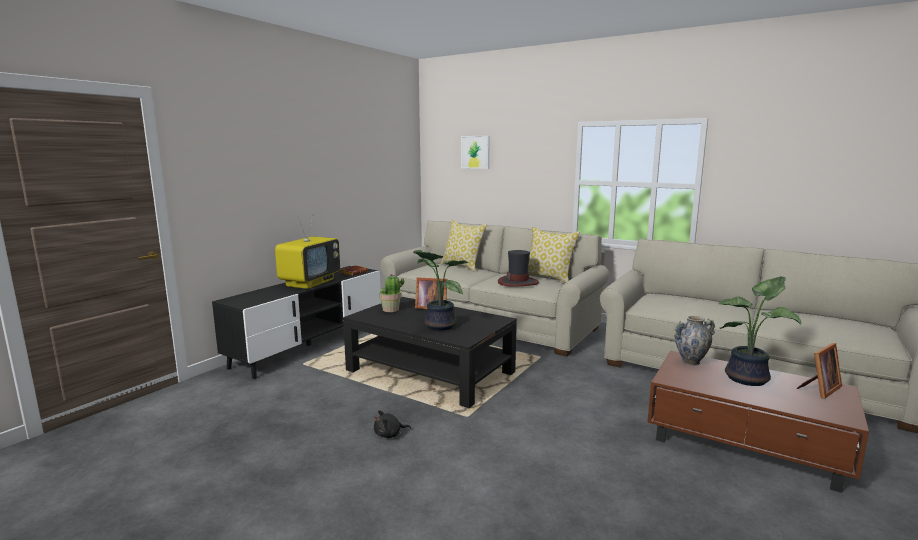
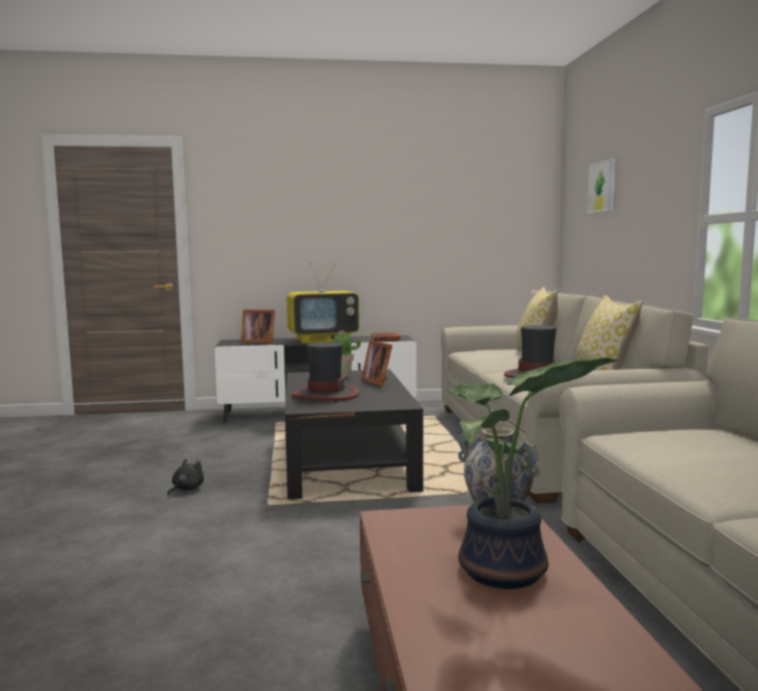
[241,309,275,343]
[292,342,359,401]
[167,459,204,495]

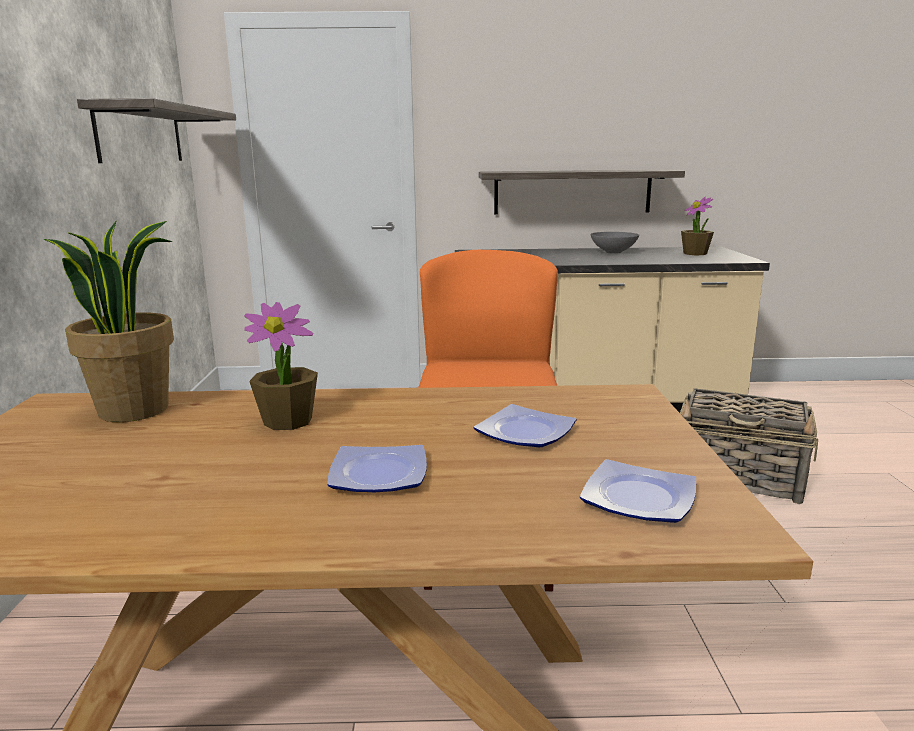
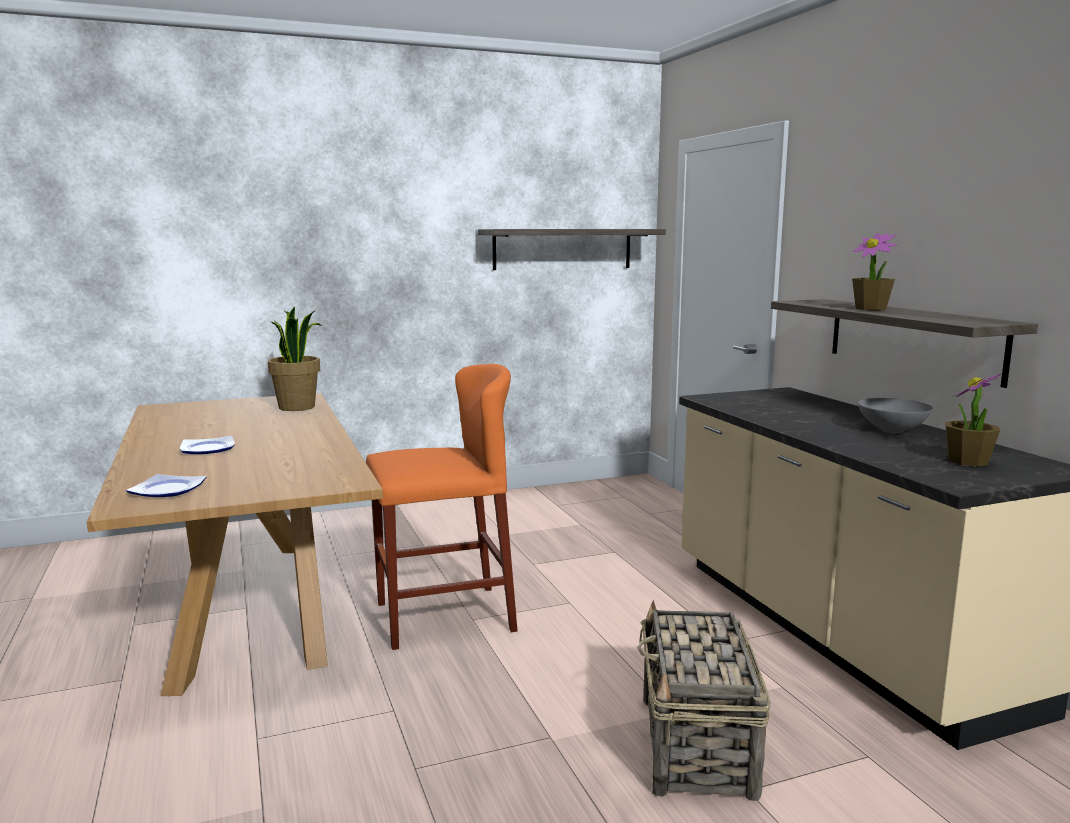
[473,404,577,447] (first image)
[852,233,897,311]

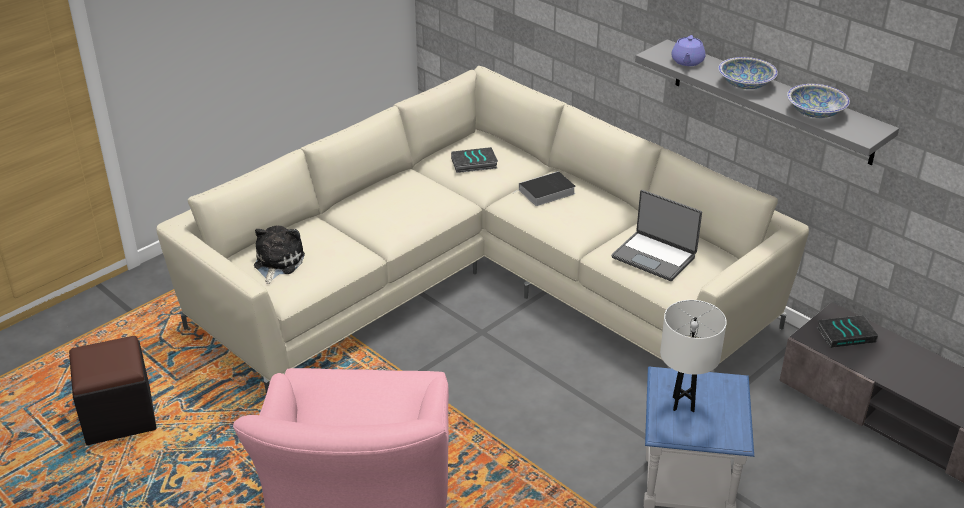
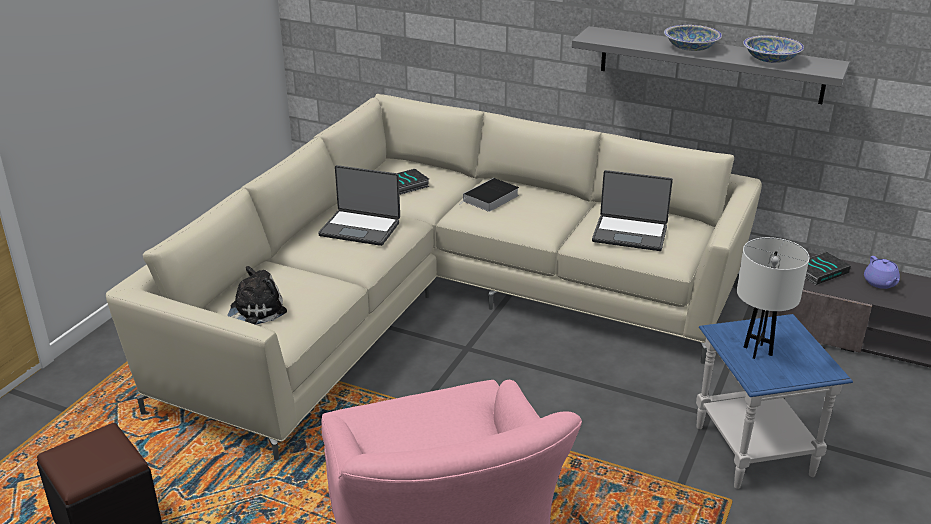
[318,165,400,246]
[864,256,900,289]
[227,266,287,325]

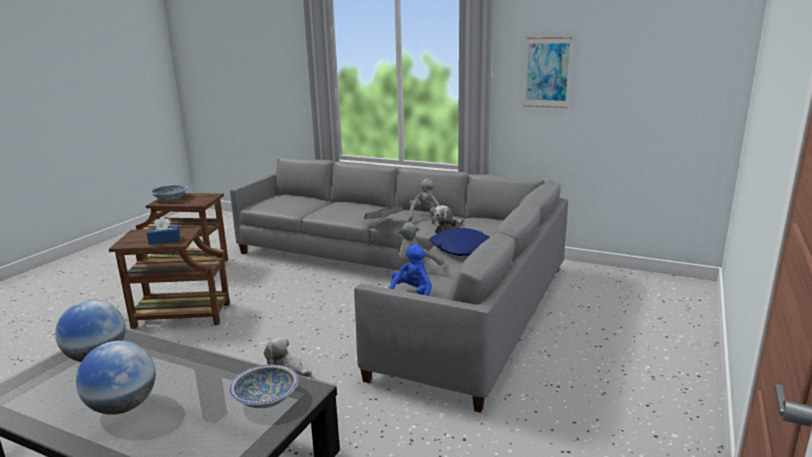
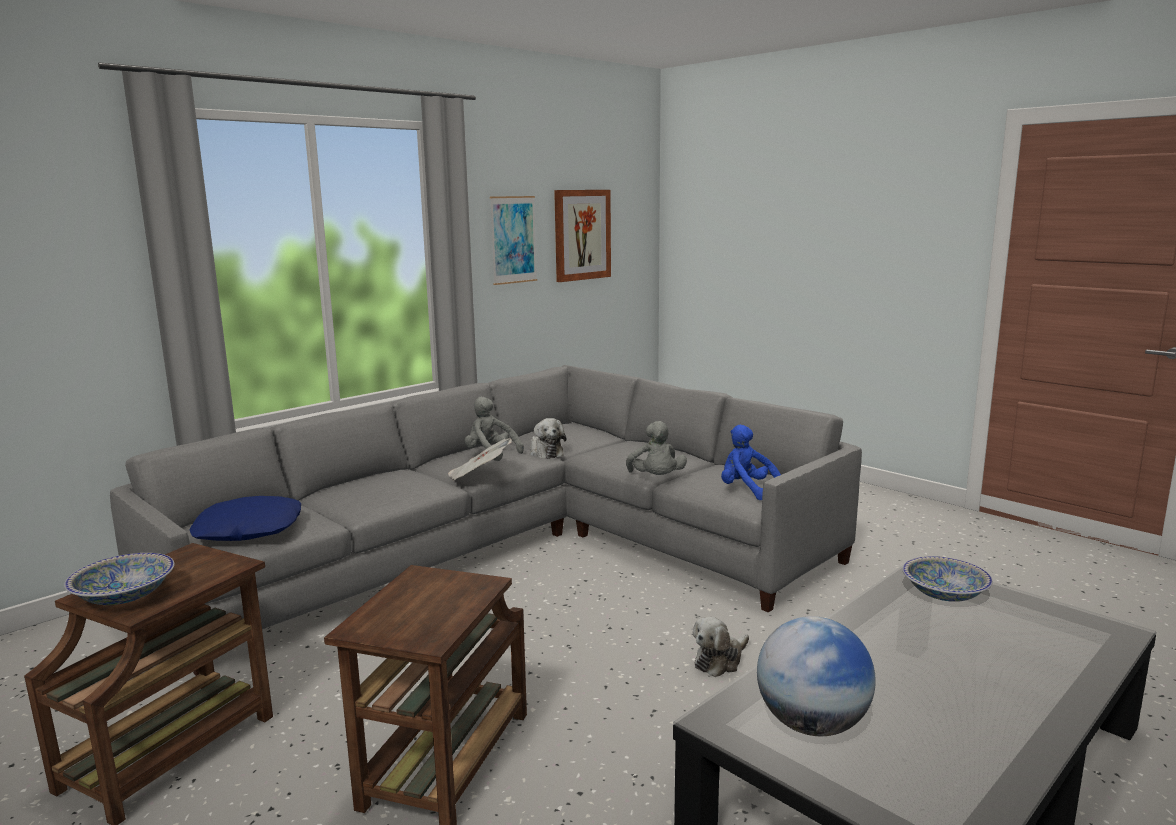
[76,341,156,415] (first image)
[147,217,180,245] (first image)
[554,190,611,282]
[189,496,301,541]

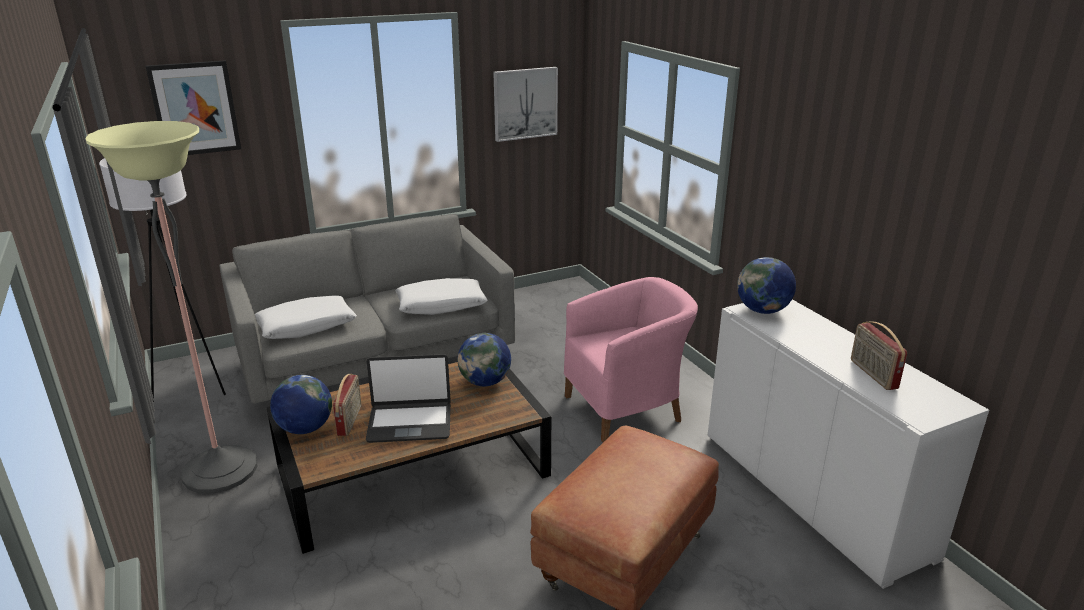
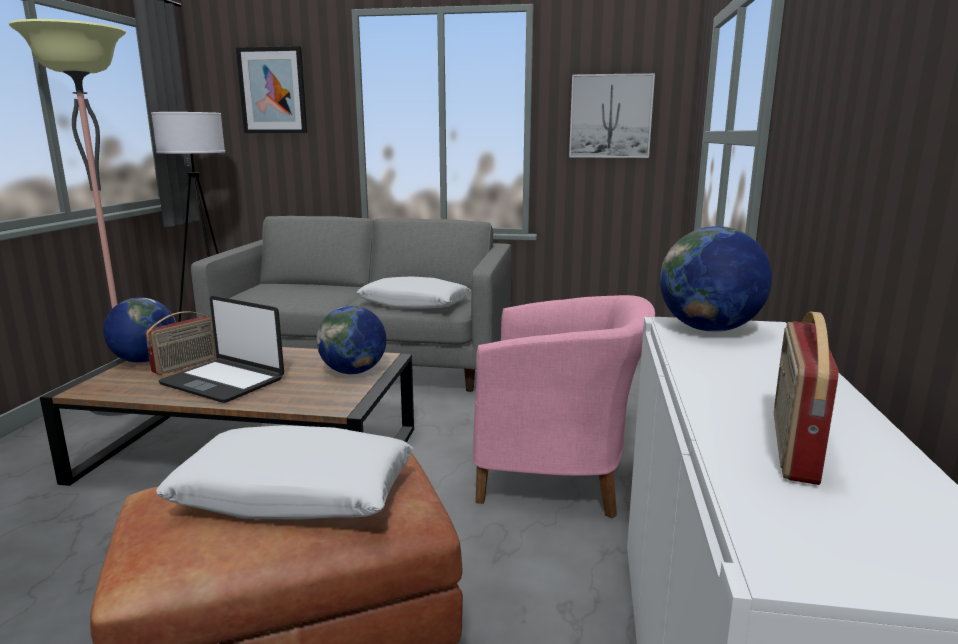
[156,425,413,520]

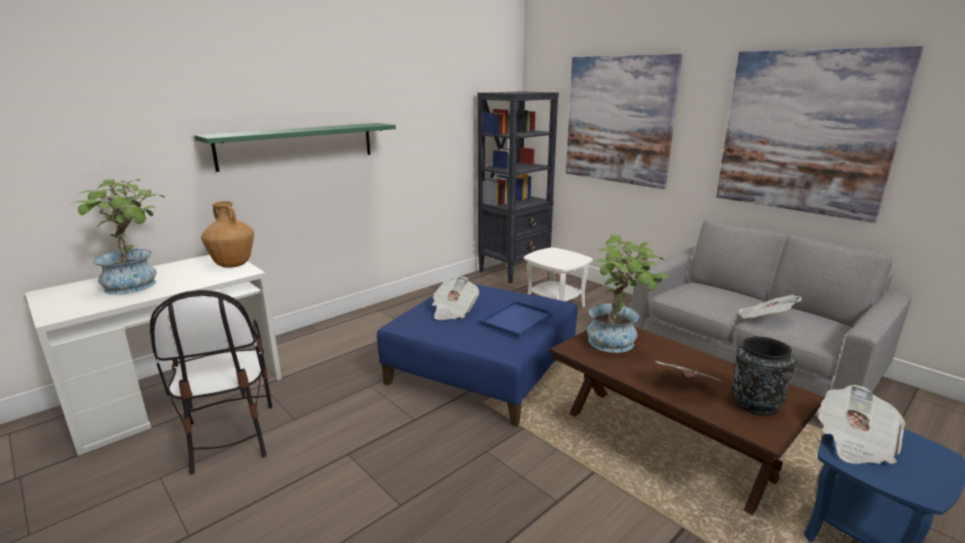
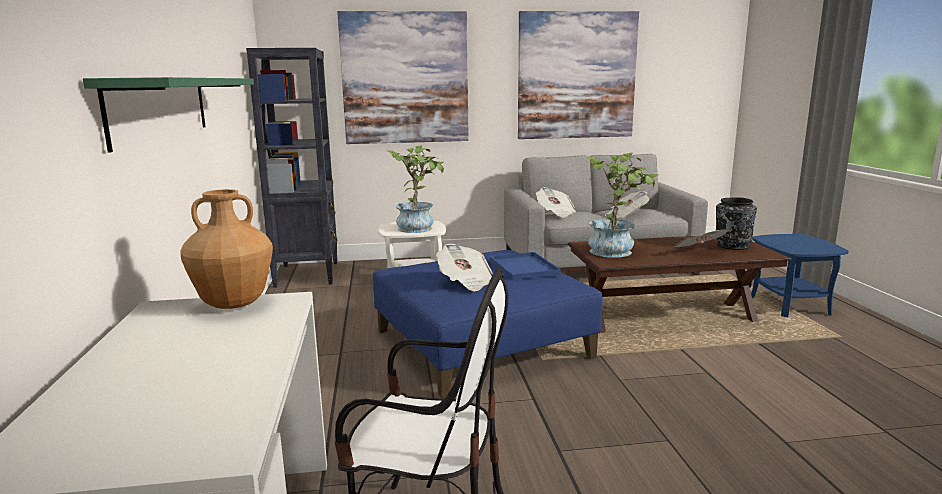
[387,145,444,233]
[536,187,576,218]

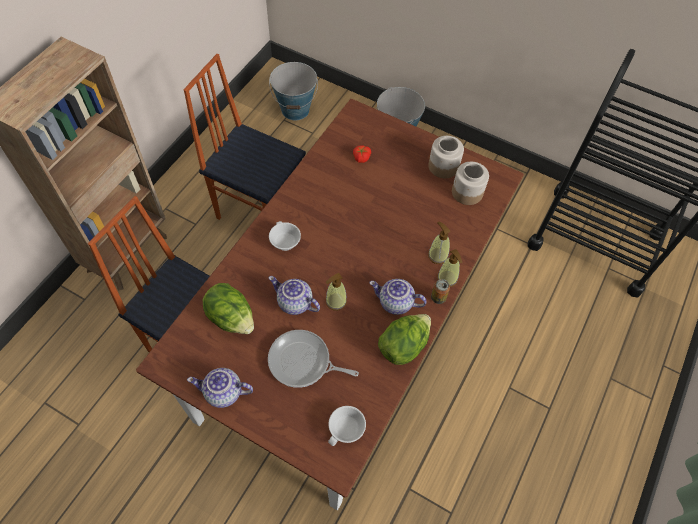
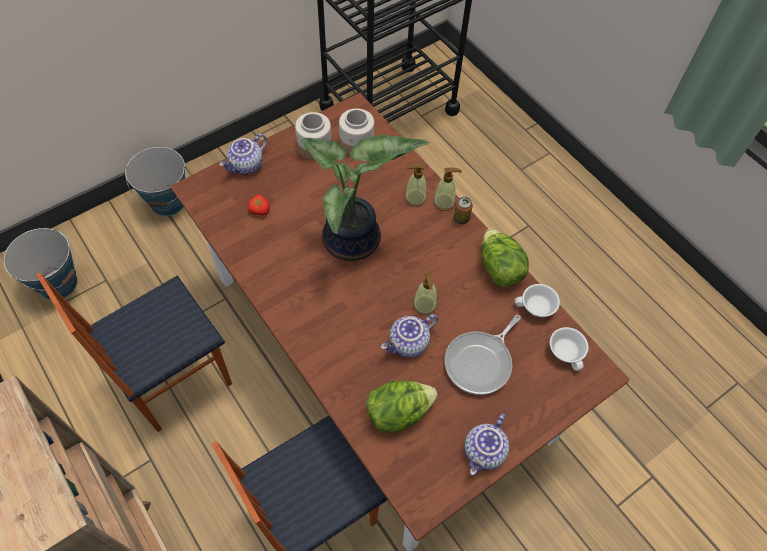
[301,135,429,261]
[515,284,560,317]
[219,133,267,174]

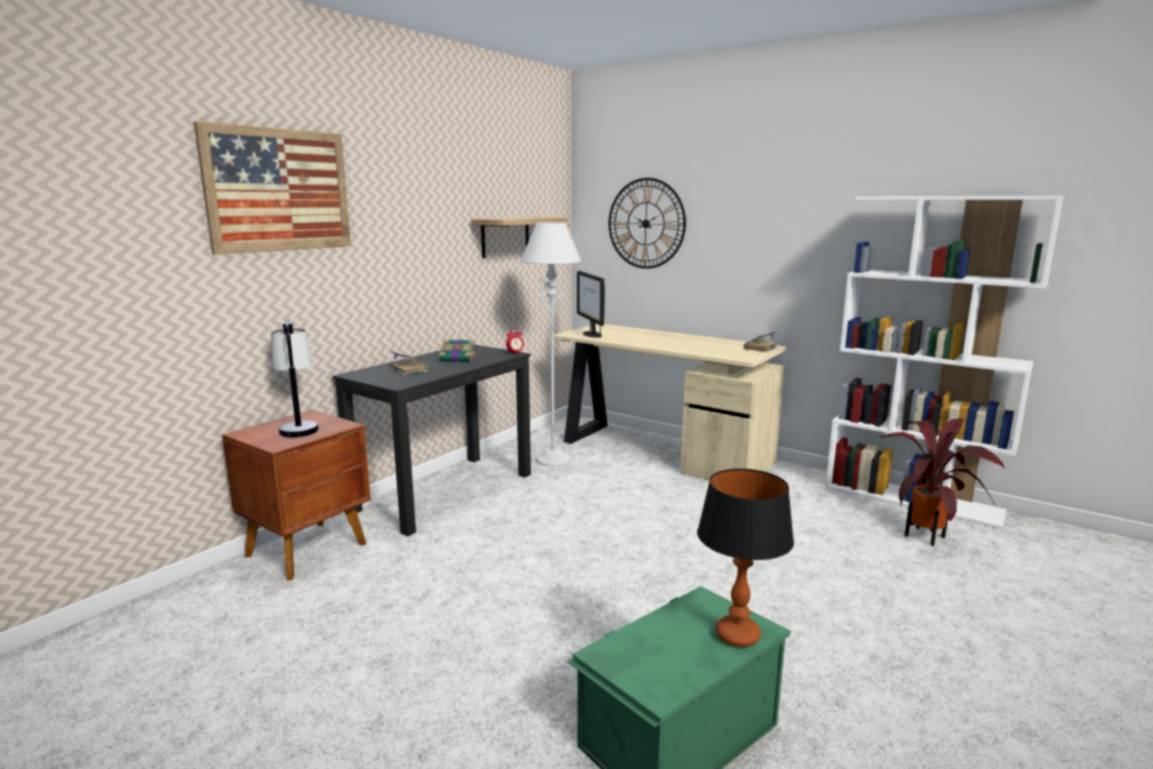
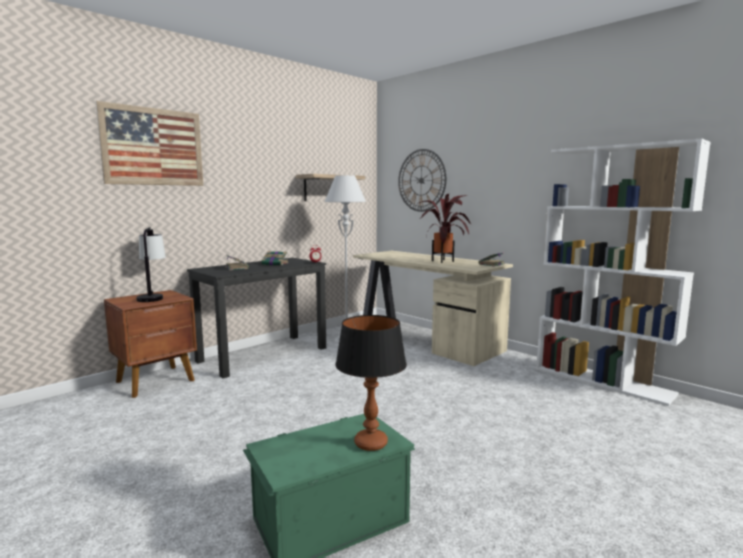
[577,271,605,337] (first image)
[417,194,472,263]

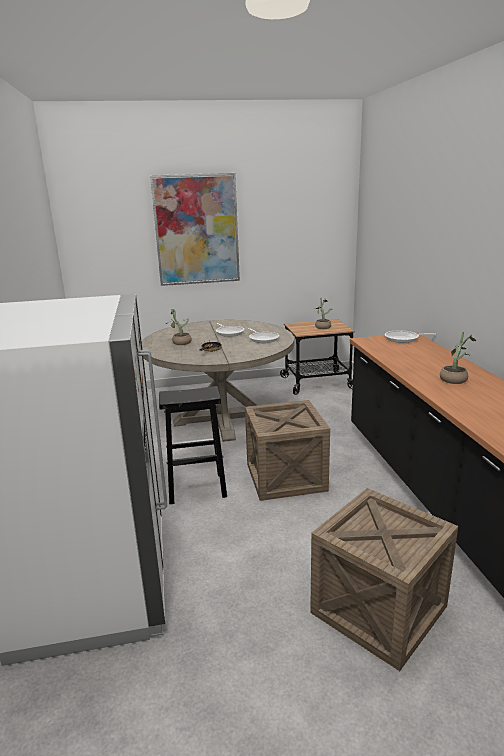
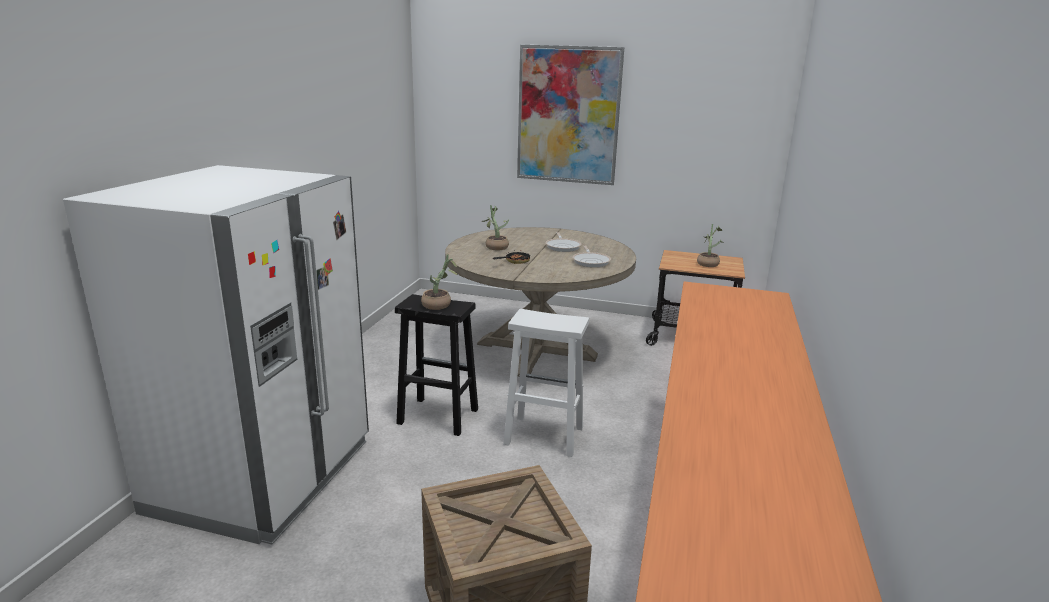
[385,331,437,343] (first image)
[421,254,458,310]
[503,309,589,457]

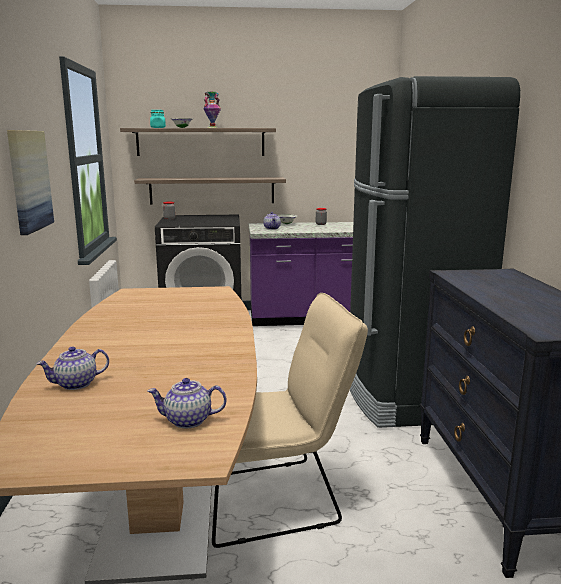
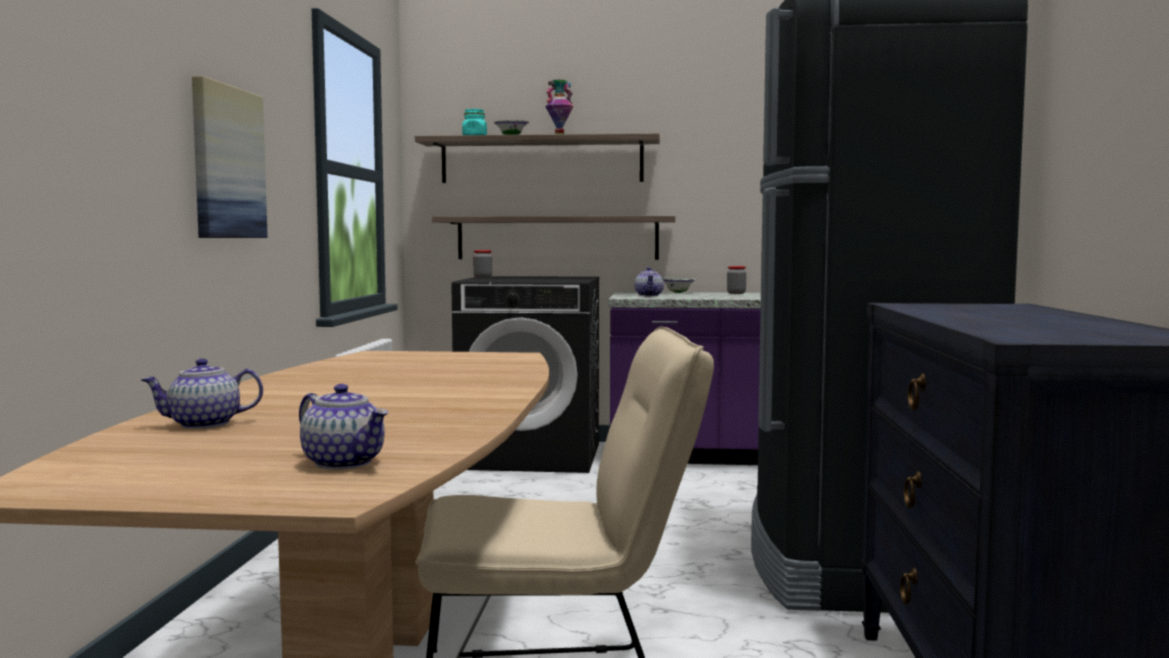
[299,384,388,470]

